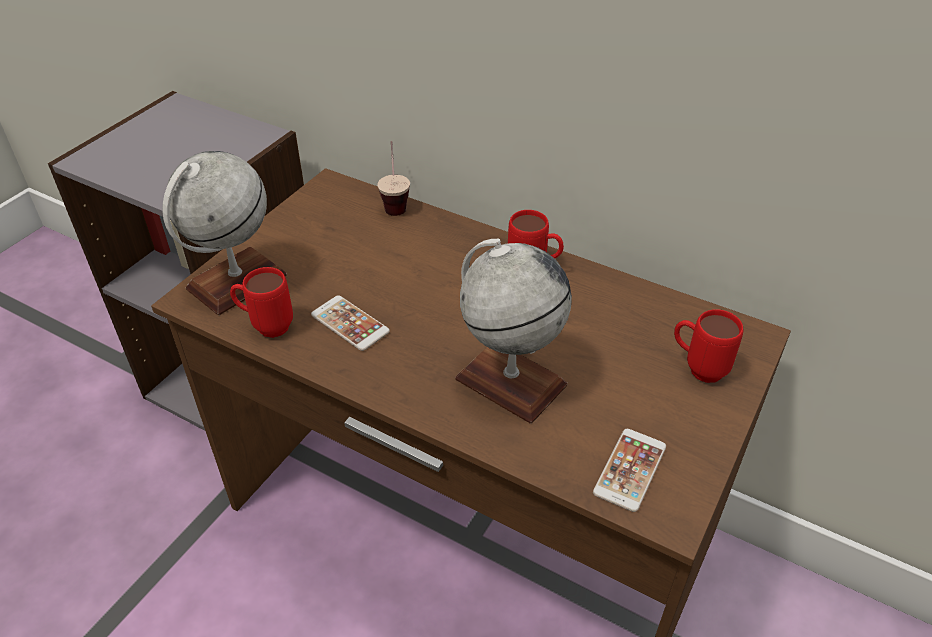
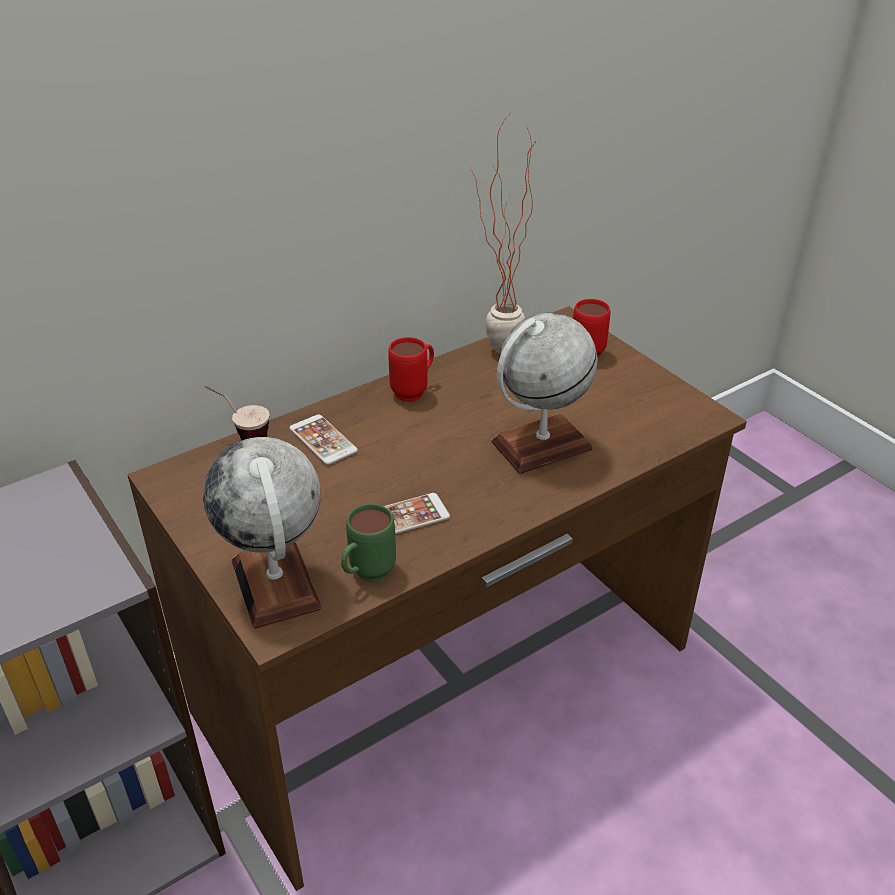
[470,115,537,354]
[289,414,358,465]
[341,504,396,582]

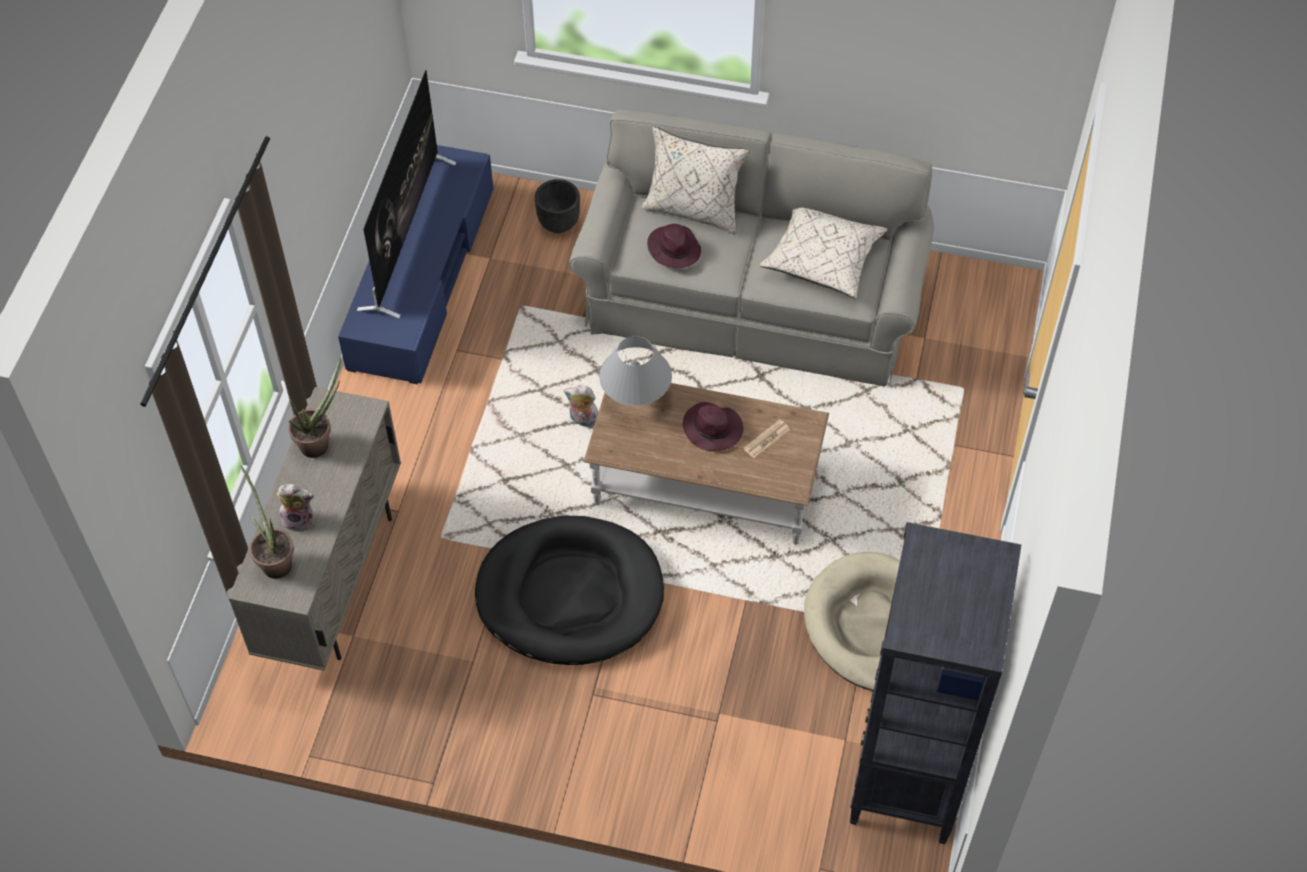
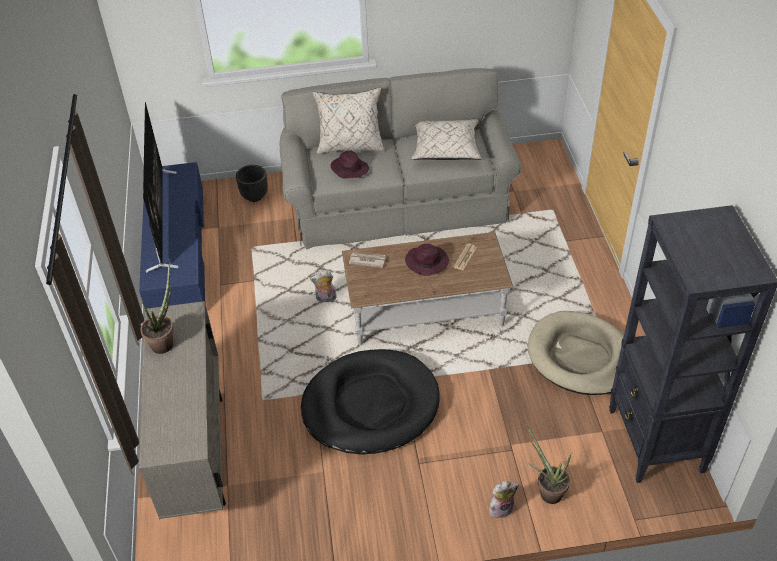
[526,426,571,504]
[489,481,519,518]
[349,253,386,268]

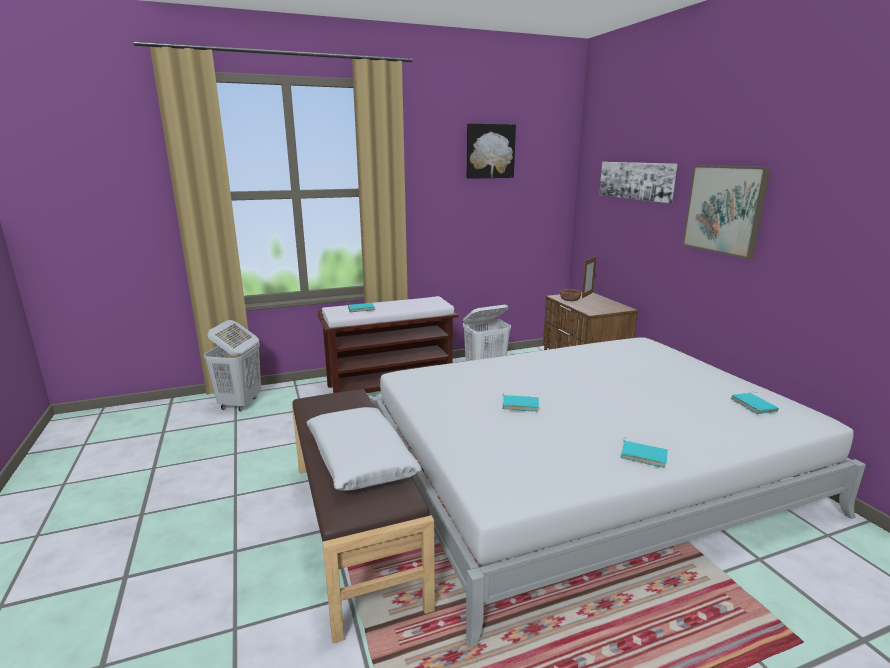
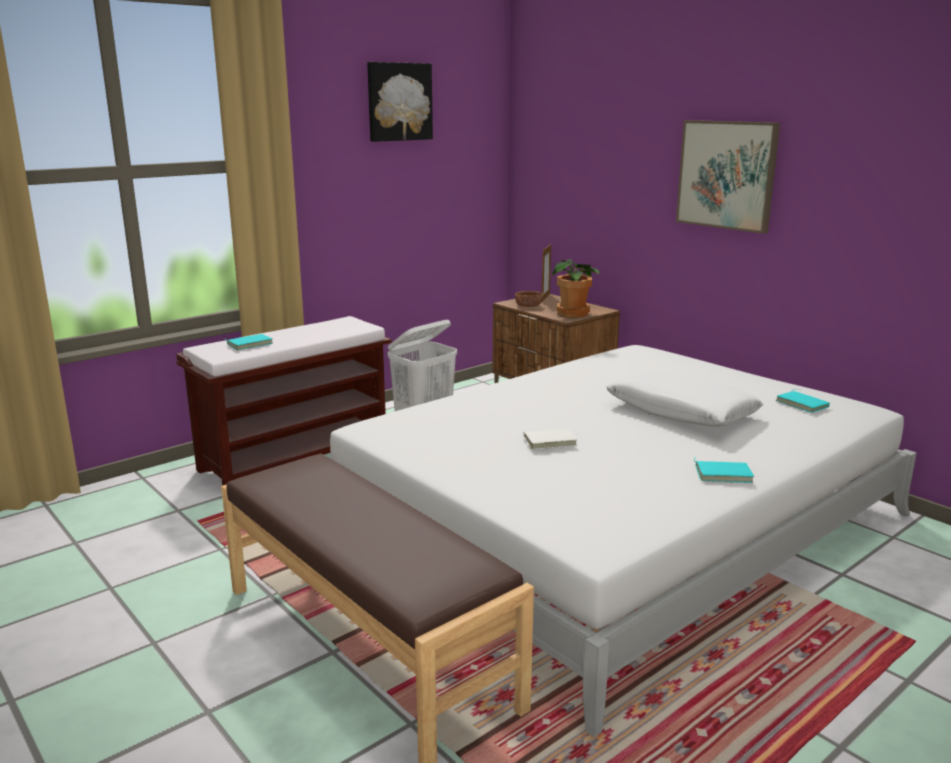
[204,320,261,411] (first image)
[599,162,677,203] (first image)
[552,259,599,318]
[606,369,763,427]
[522,429,577,449]

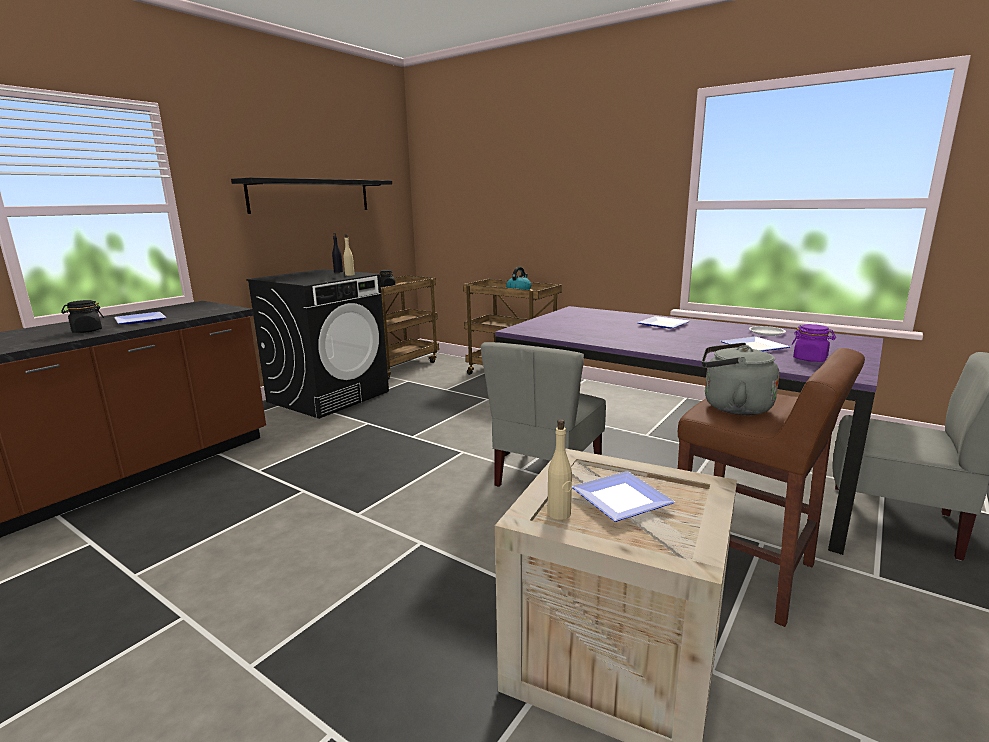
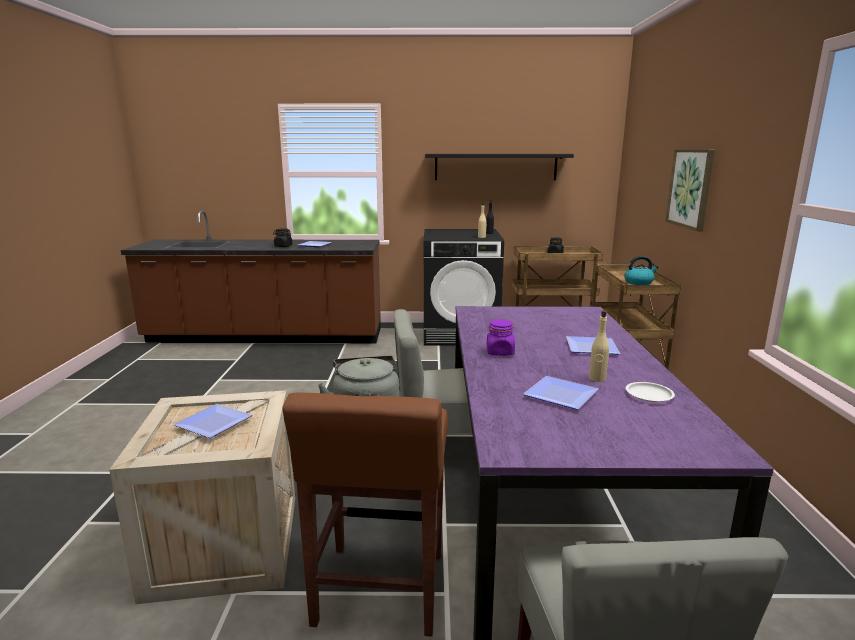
[666,149,715,231]
[589,310,609,382]
[487,319,515,356]

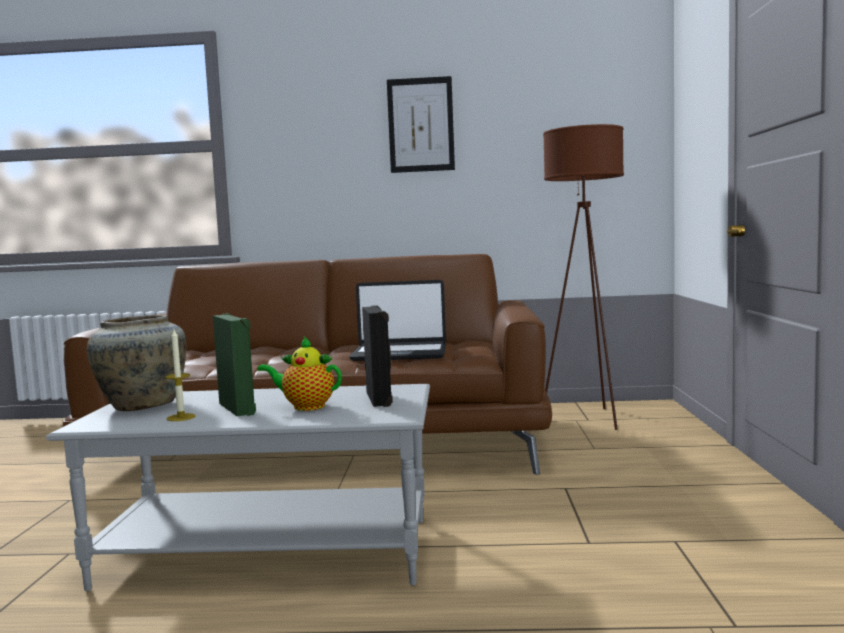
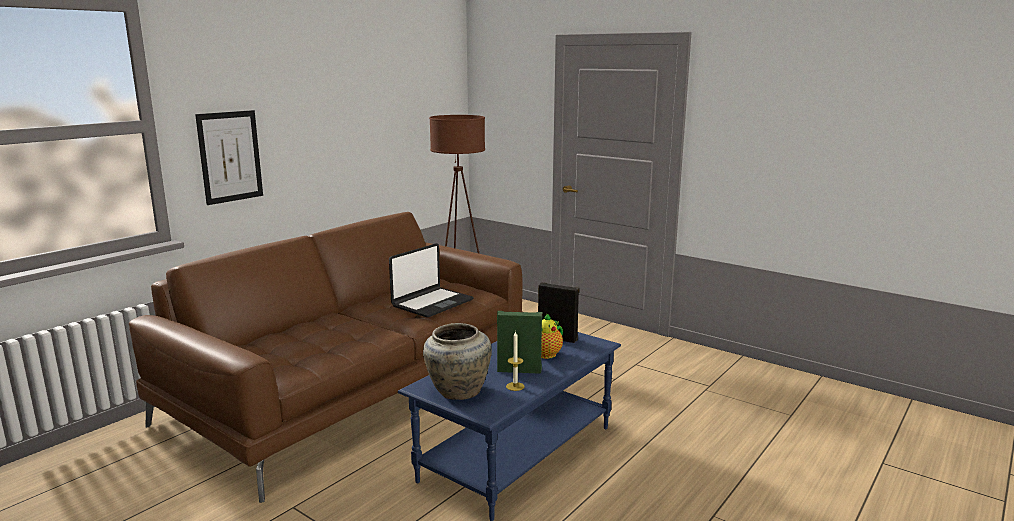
[195,110,263,205]
[398,332,621,521]

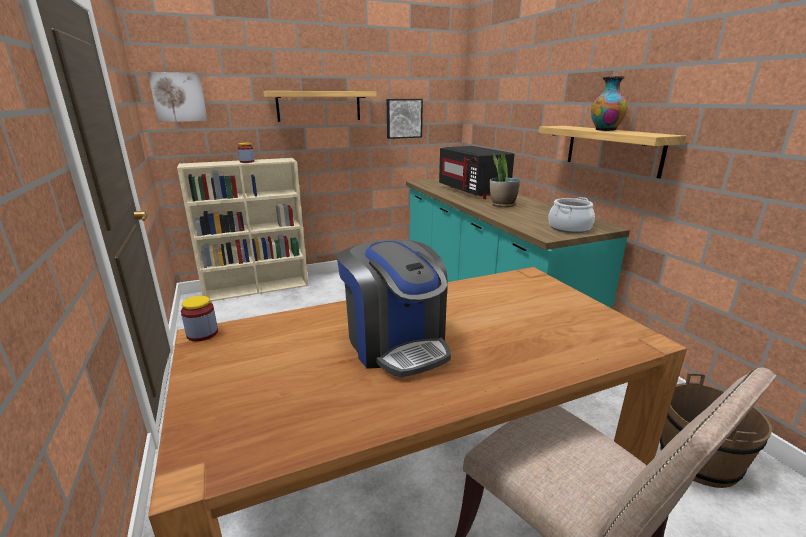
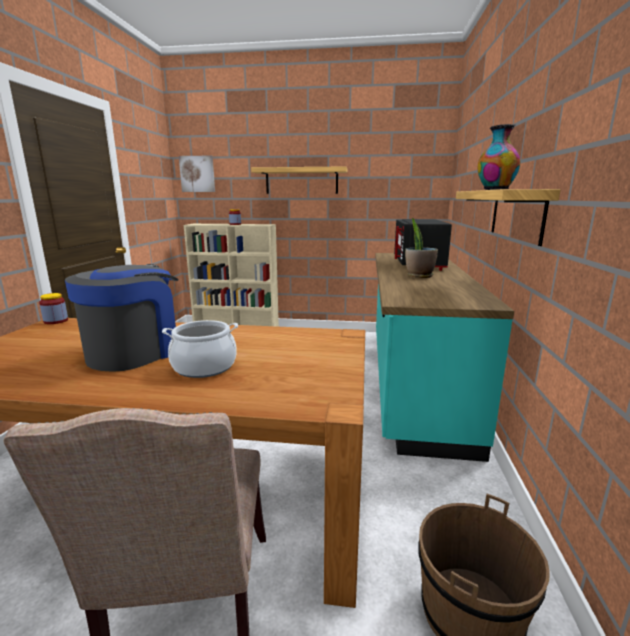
[387,99,423,139] (first image)
[162,320,238,378]
[65,264,179,372]

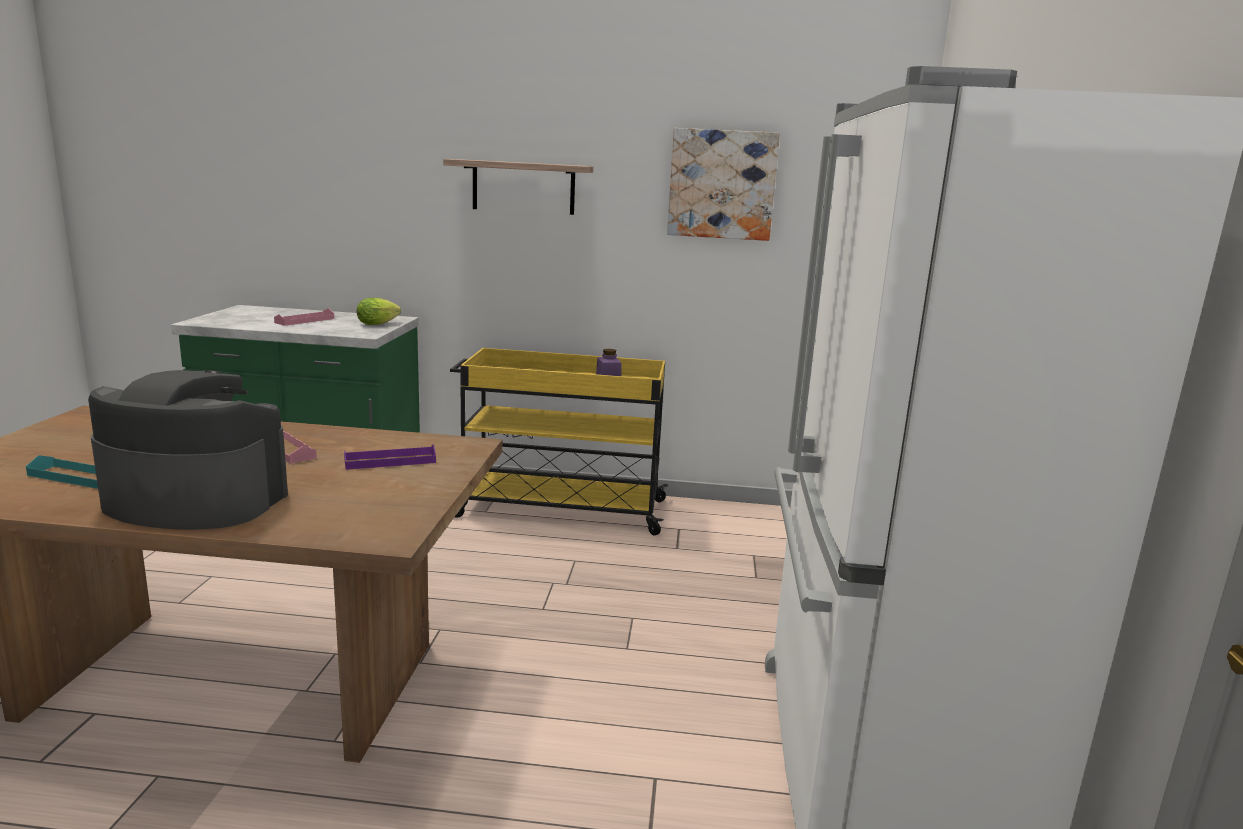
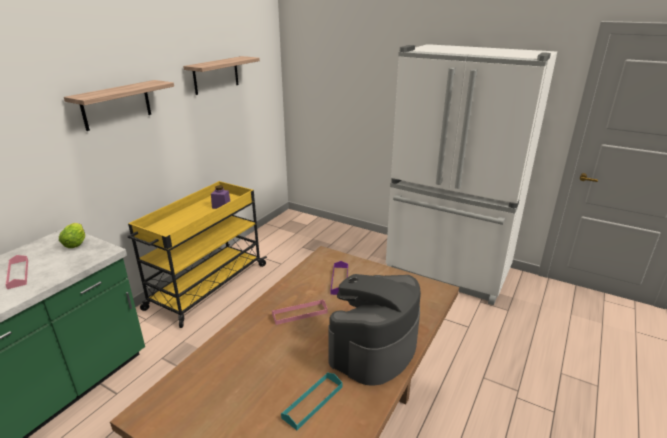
[183,56,260,95]

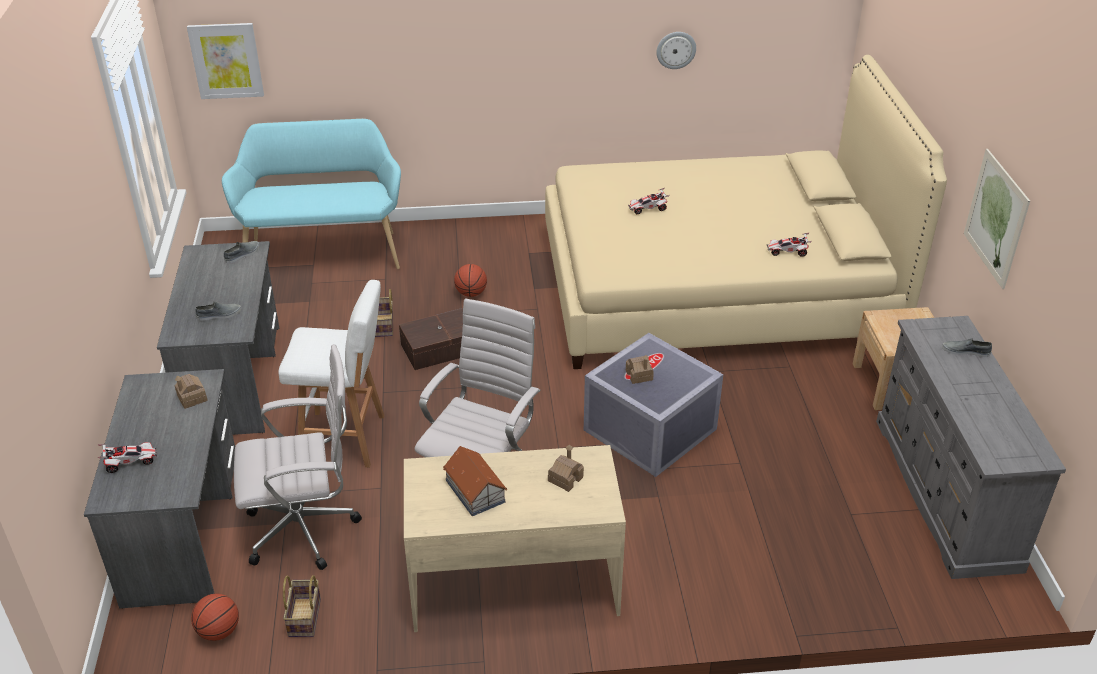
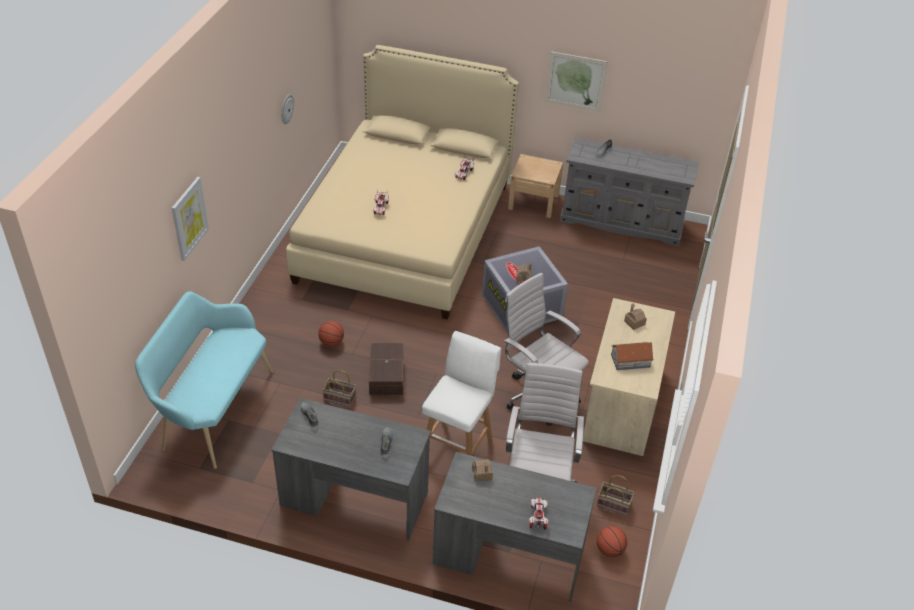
[172,177,209,261]

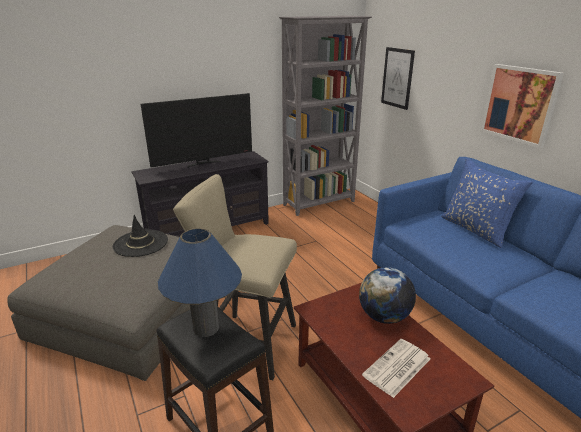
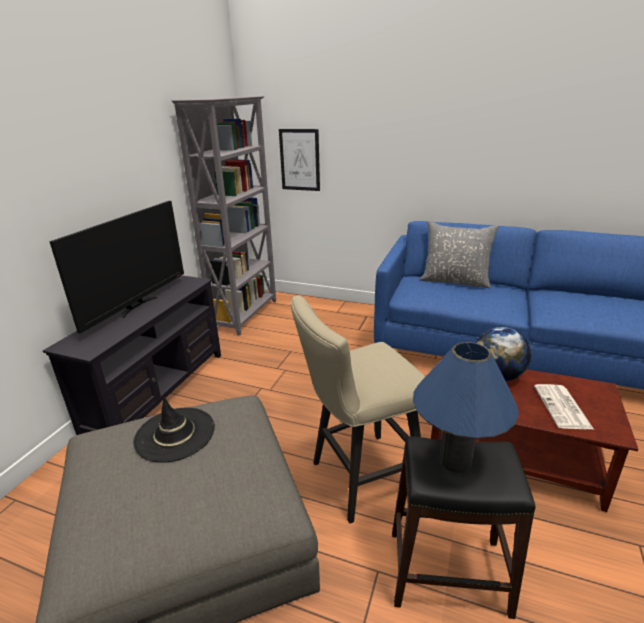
[481,64,564,148] (first image)
[419,221,499,288]

